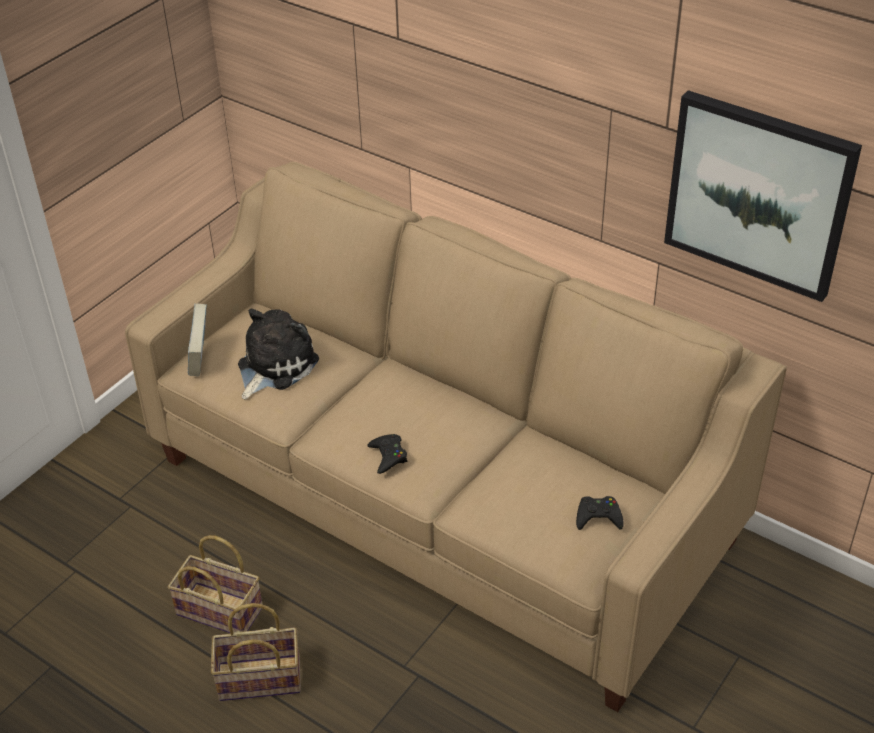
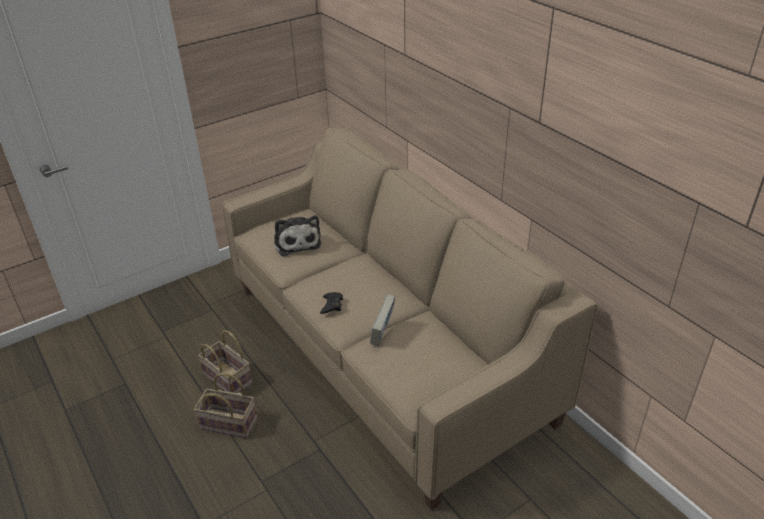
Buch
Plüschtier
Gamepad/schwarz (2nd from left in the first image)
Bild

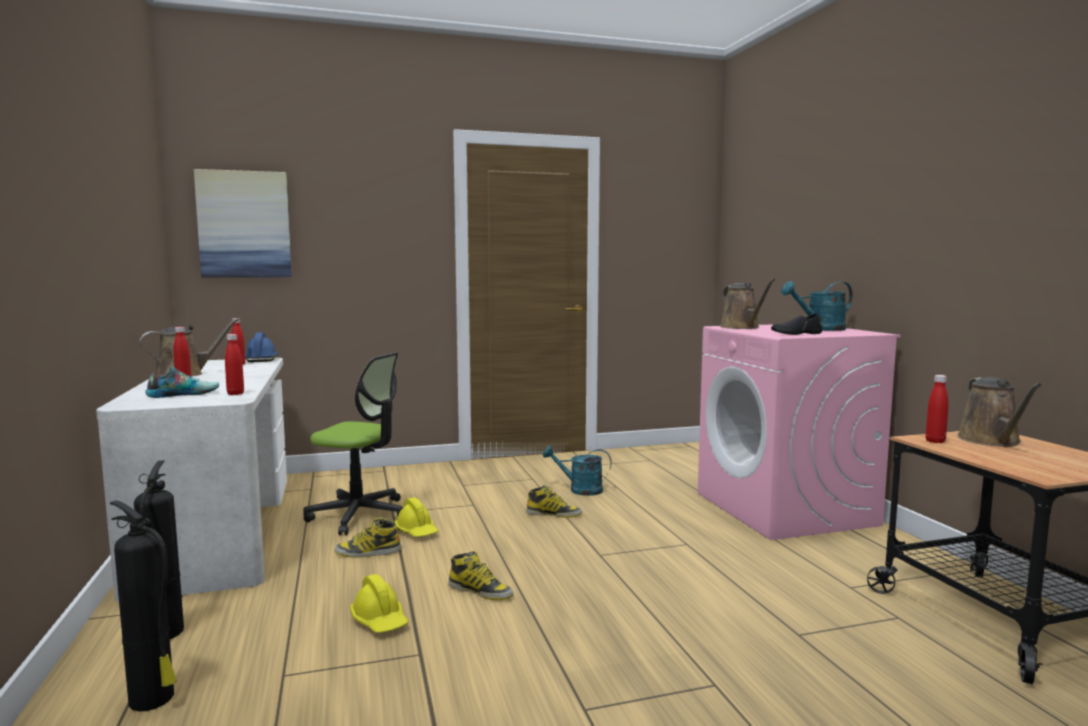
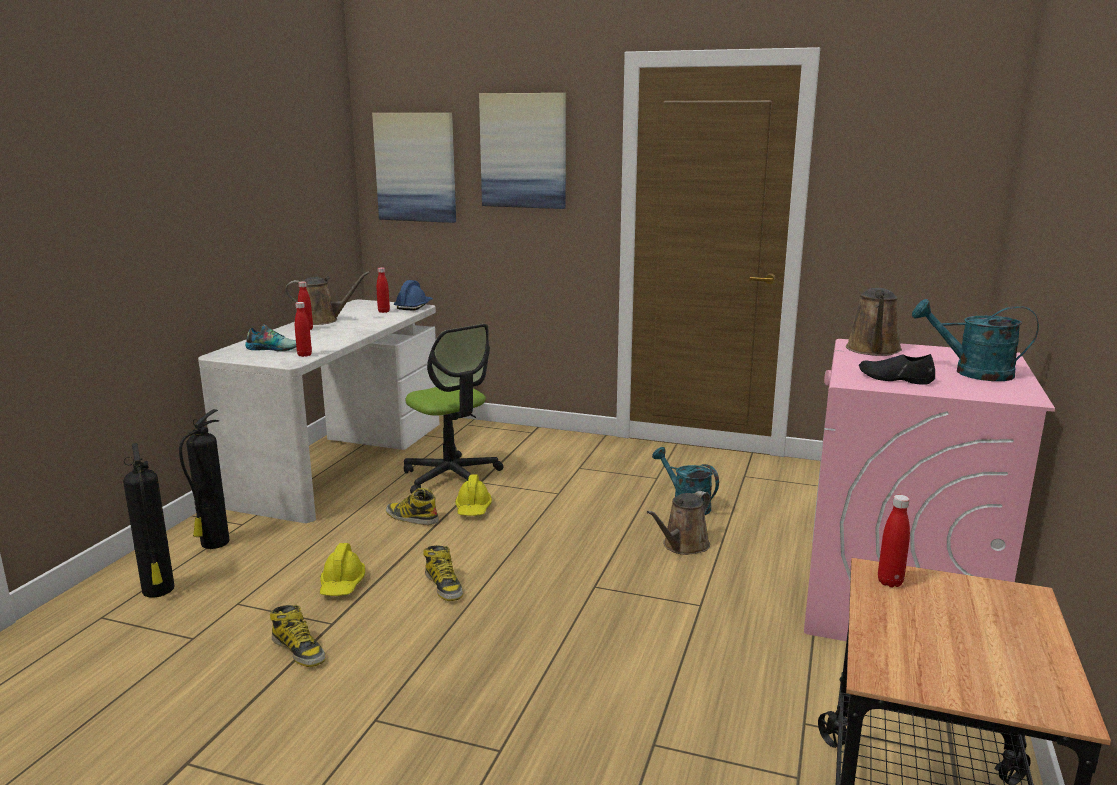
Stiefel (1st from left)
Gießkanne/braun (2nd from left)
Bild (2nd from left)

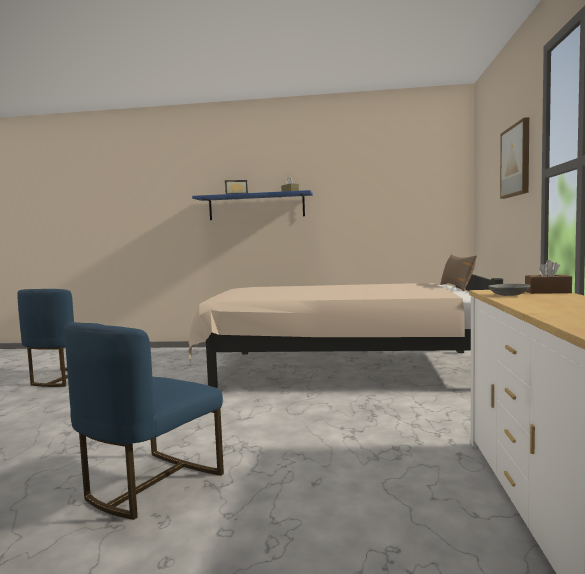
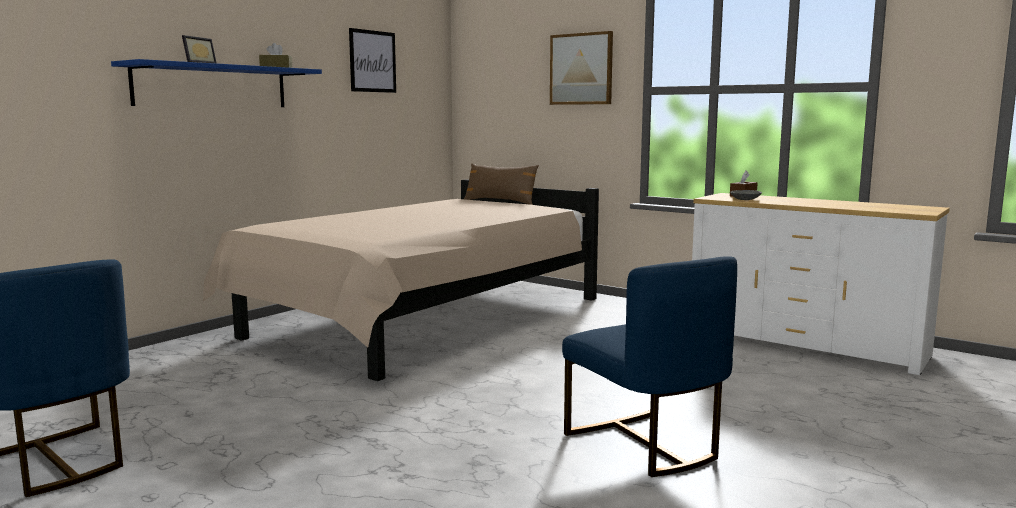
Bild (1st from left)

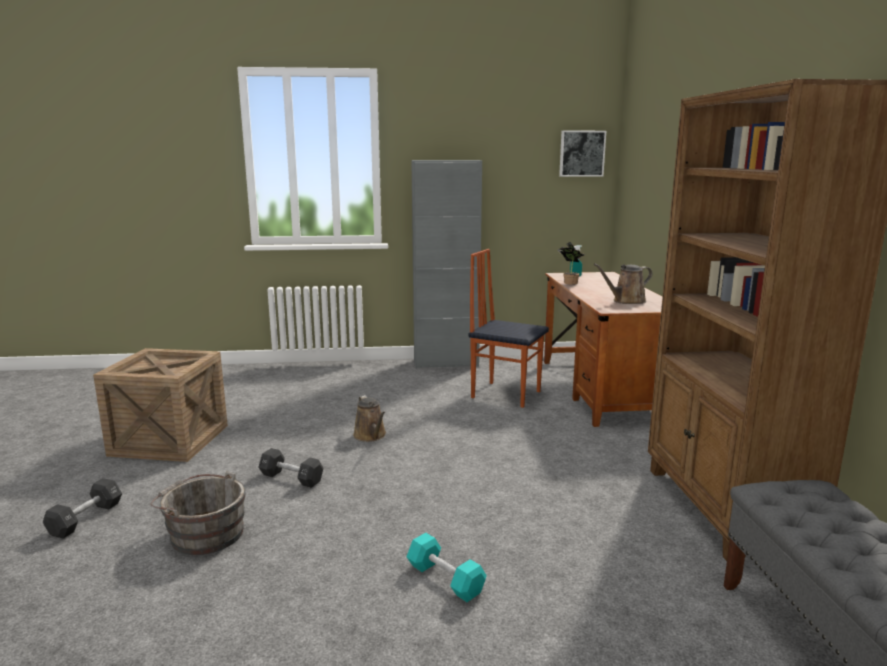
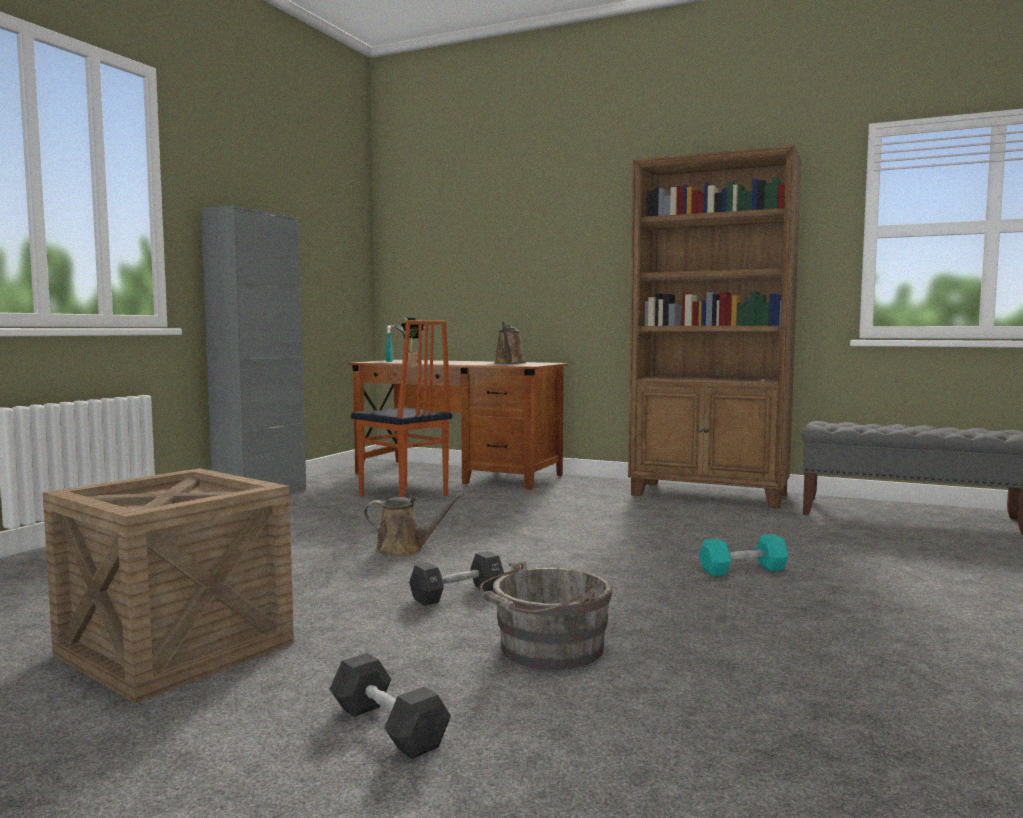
Stuhl
Bild

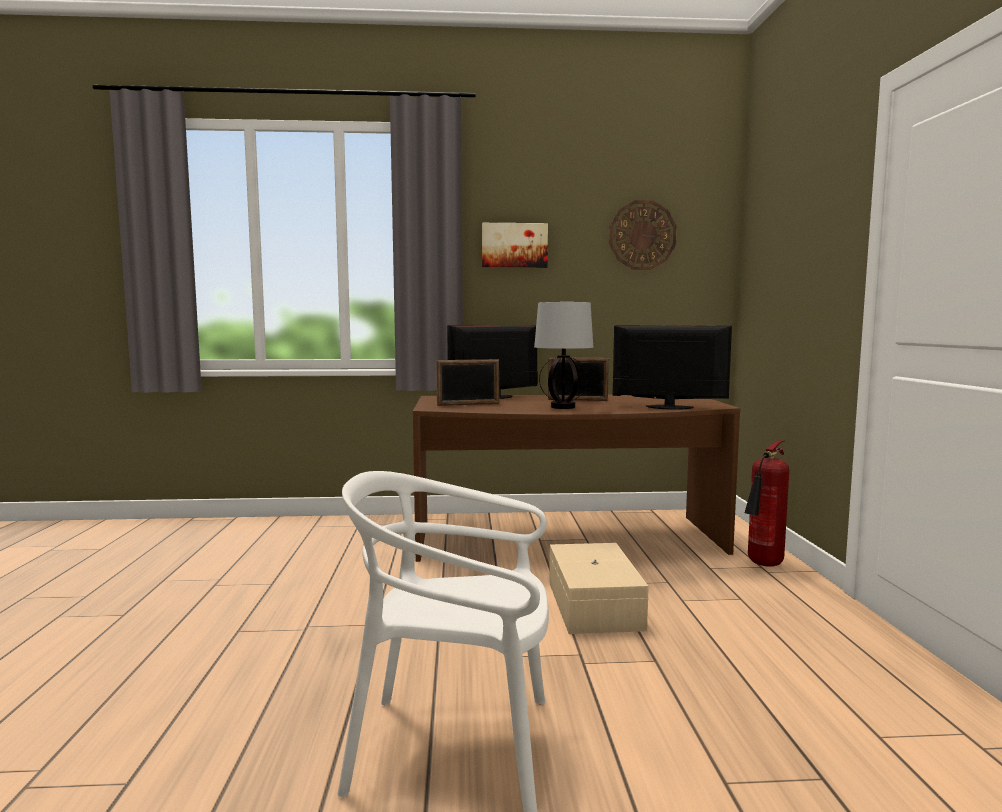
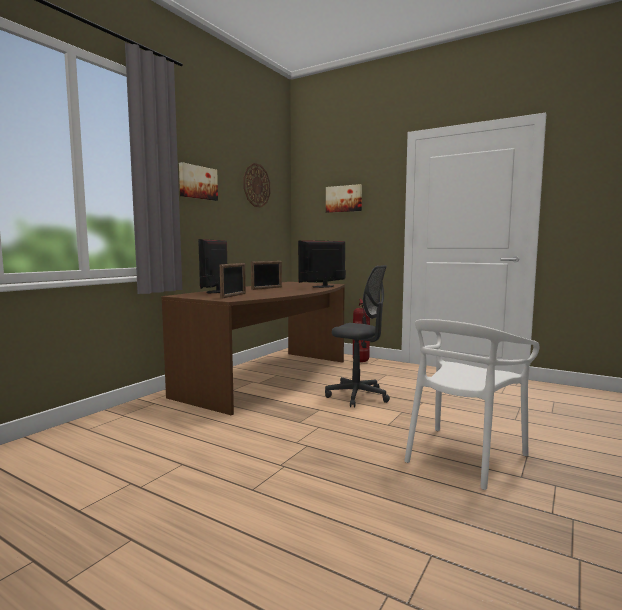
Tischlampe
Bürostuhl/grau
Bild (2nd from left)

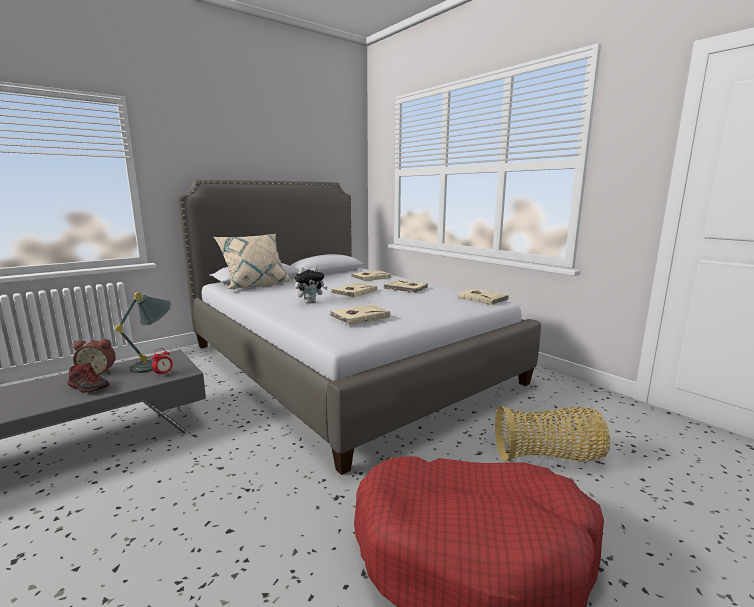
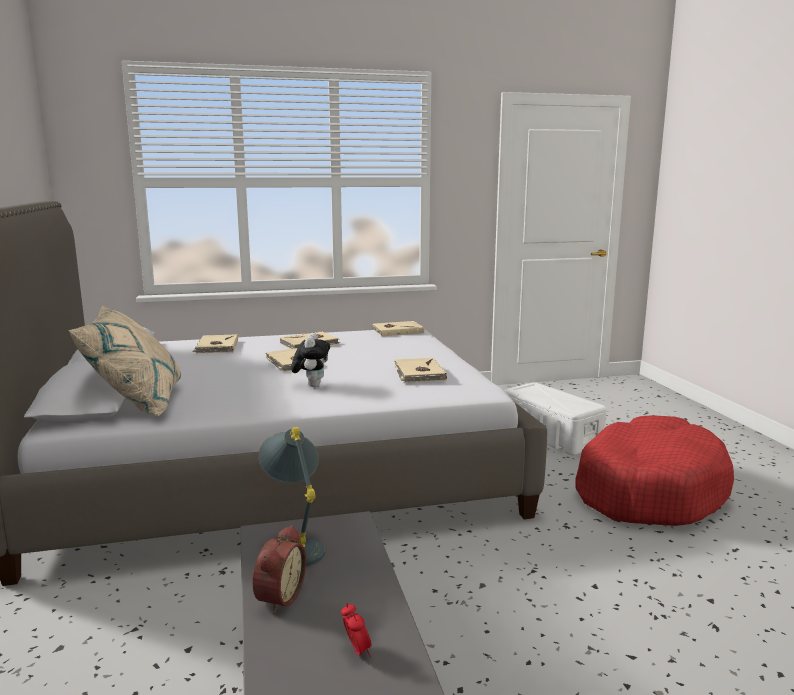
Schuh
Wecker (2nd from left)
Aufbewahrungsbox/weiß

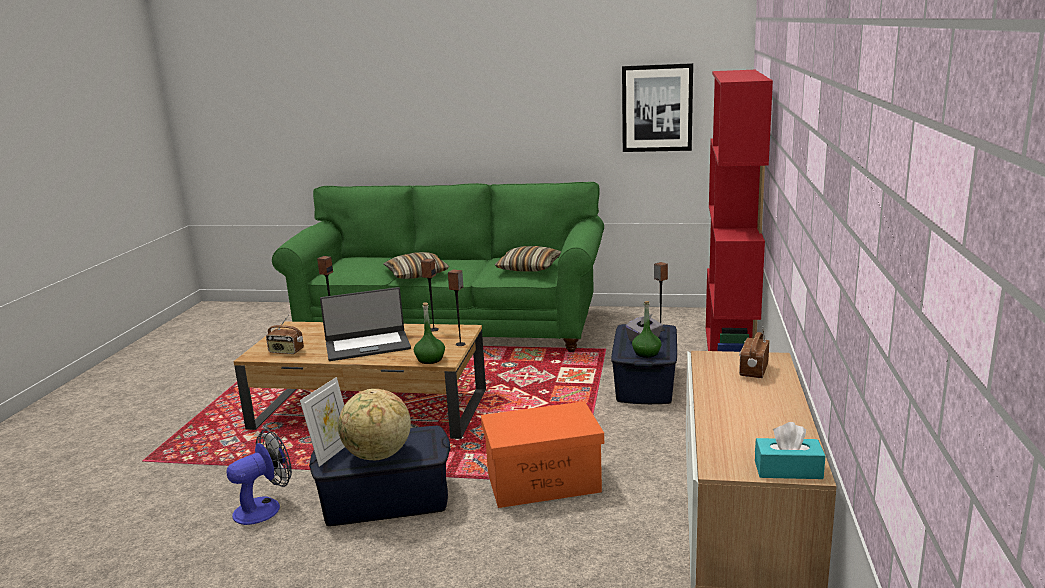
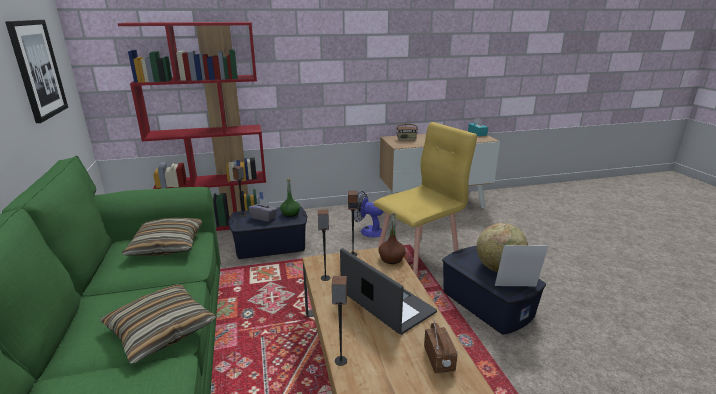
Ventilator
Flasche/braun
Stuhl/gelb

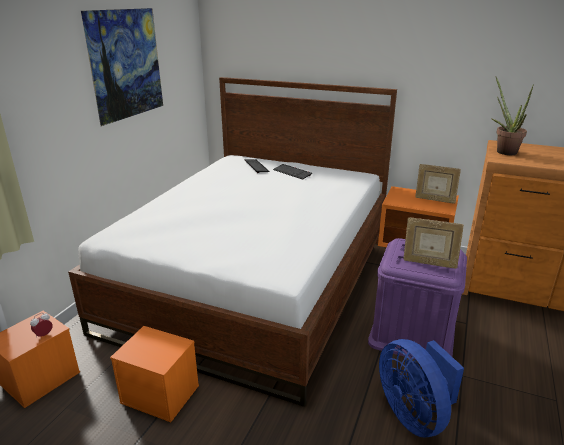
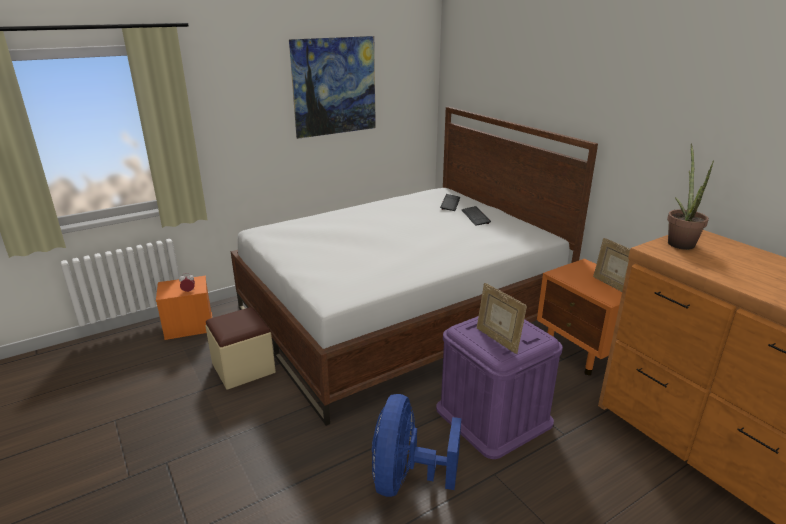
Polsterhocker/beige

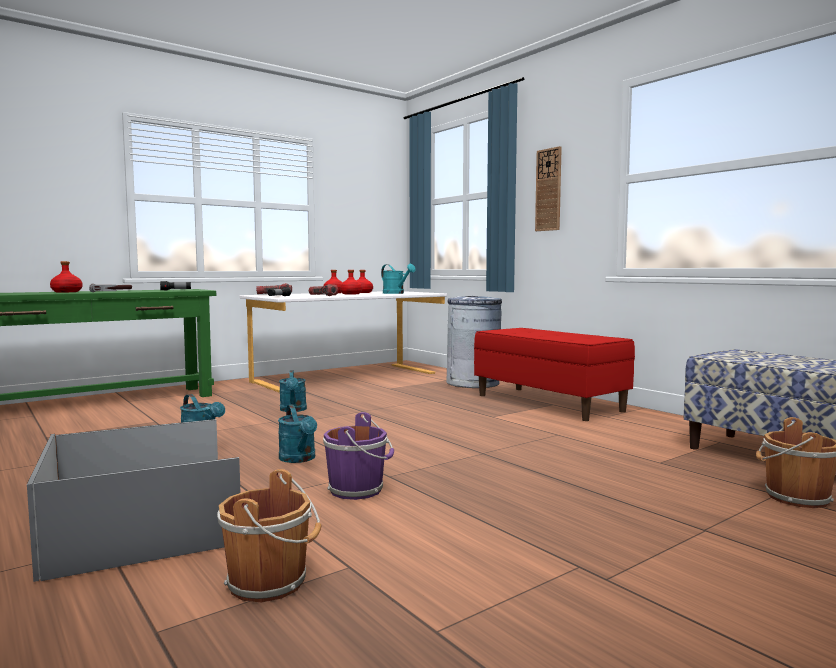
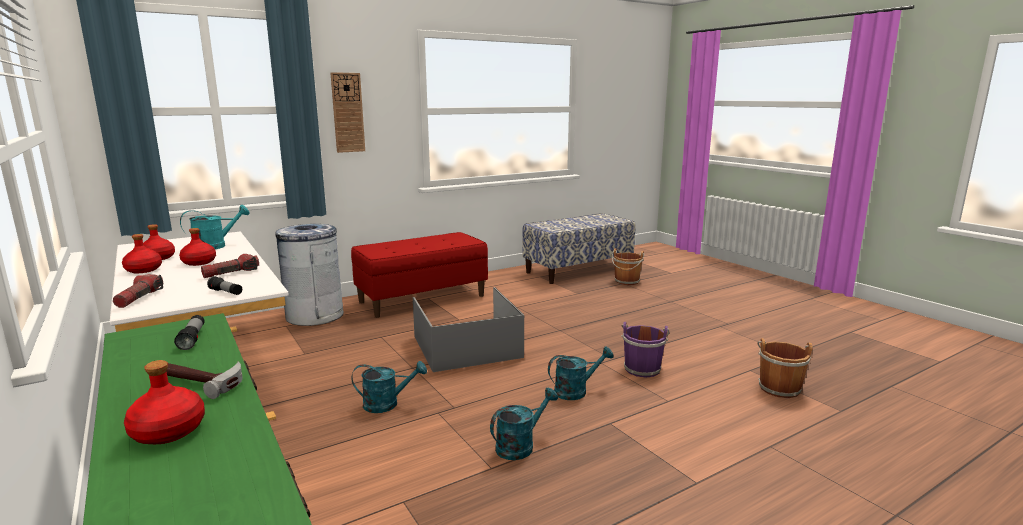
Aufbewahrungsbox/grau

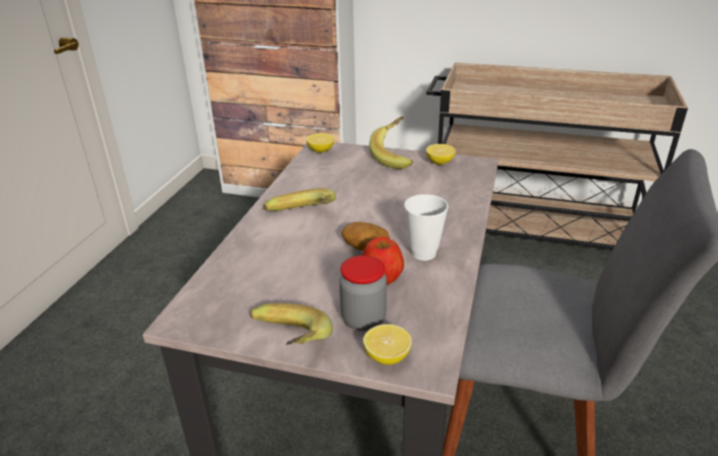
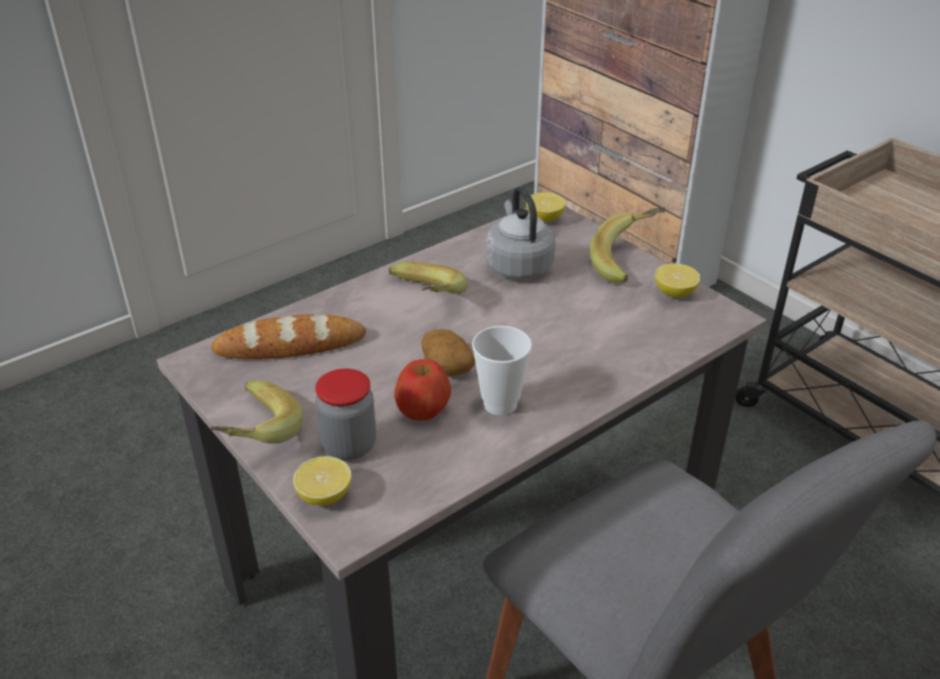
Brot
Wasserkessel/grau

